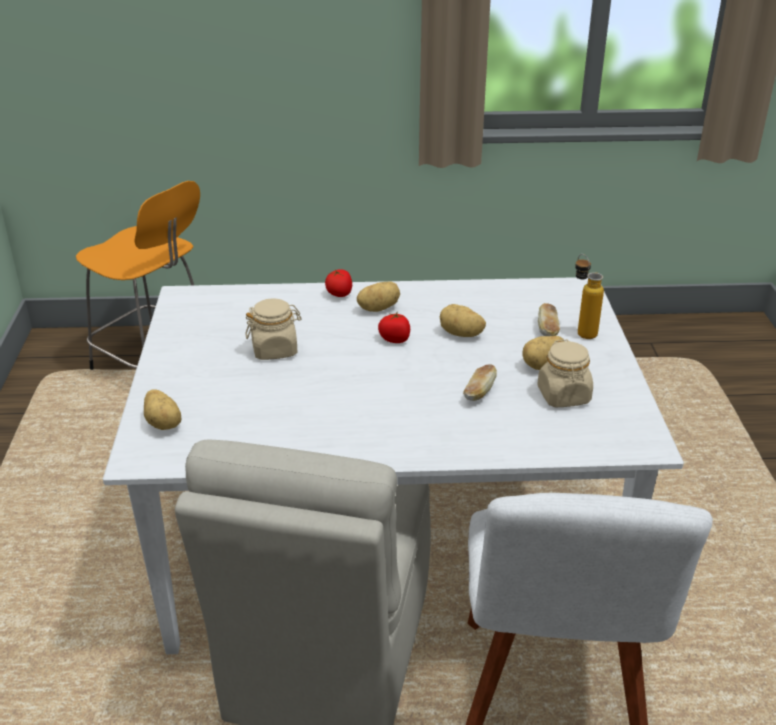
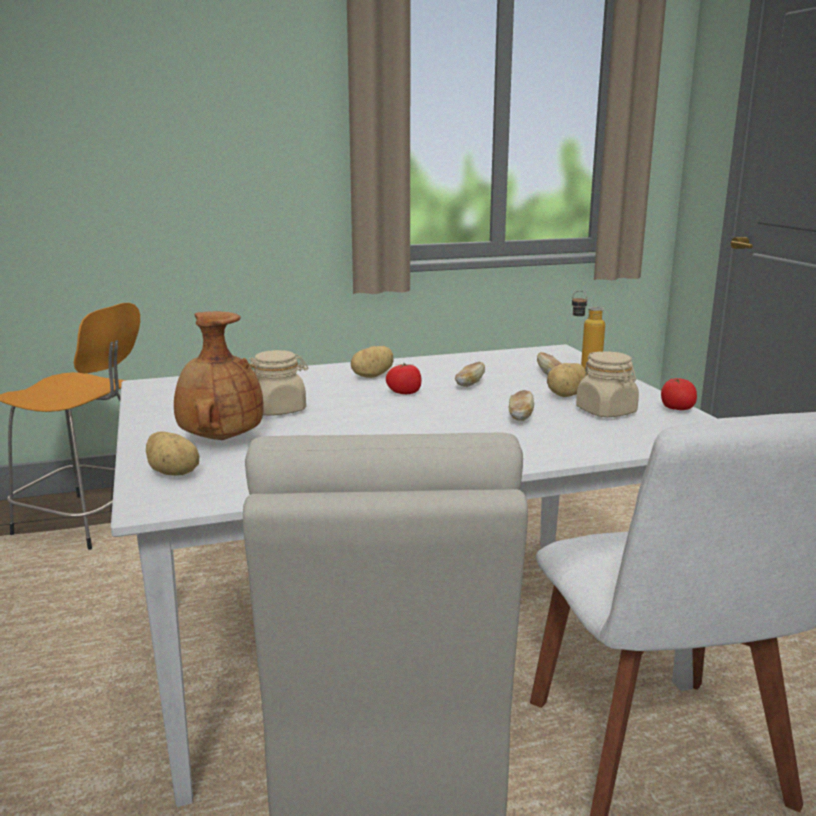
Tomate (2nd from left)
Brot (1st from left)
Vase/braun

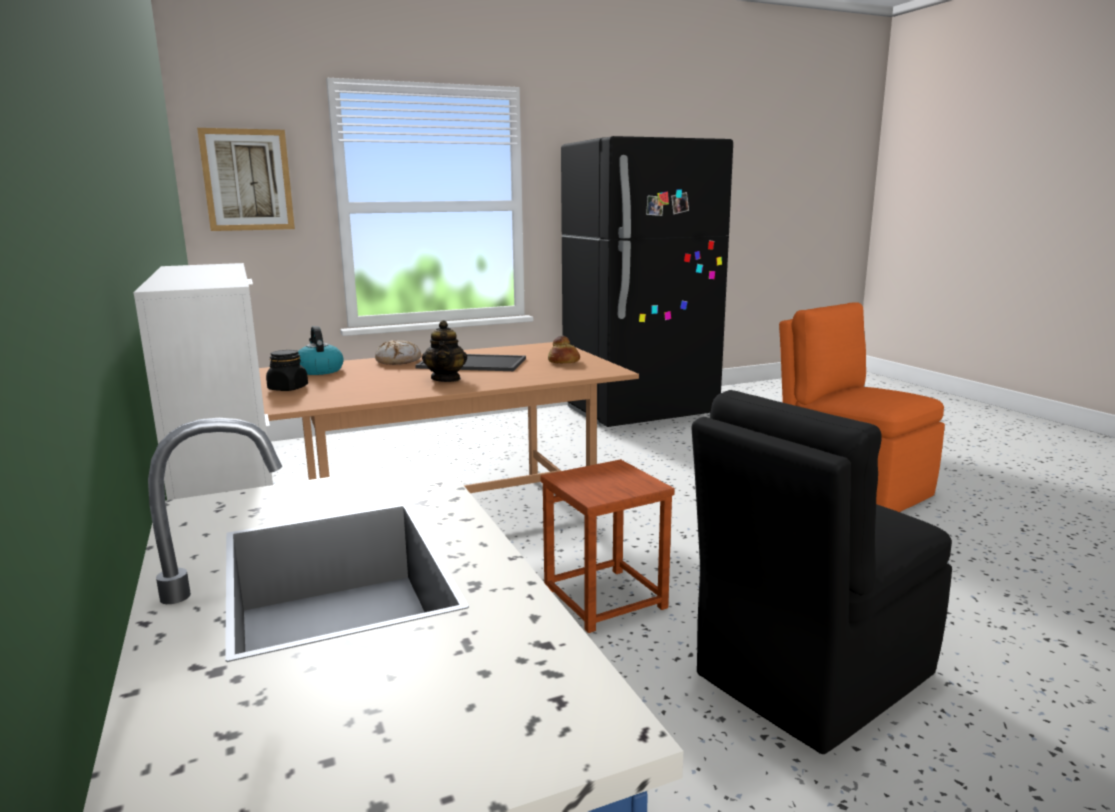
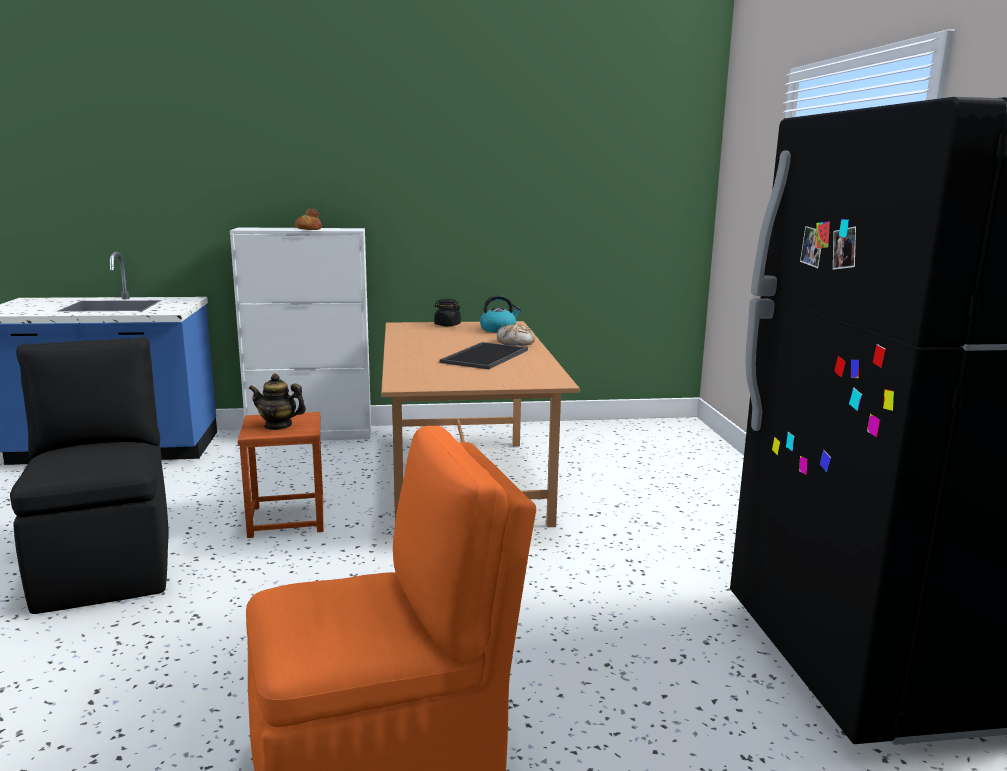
Bild
Teekanne
Brot (1st from left)

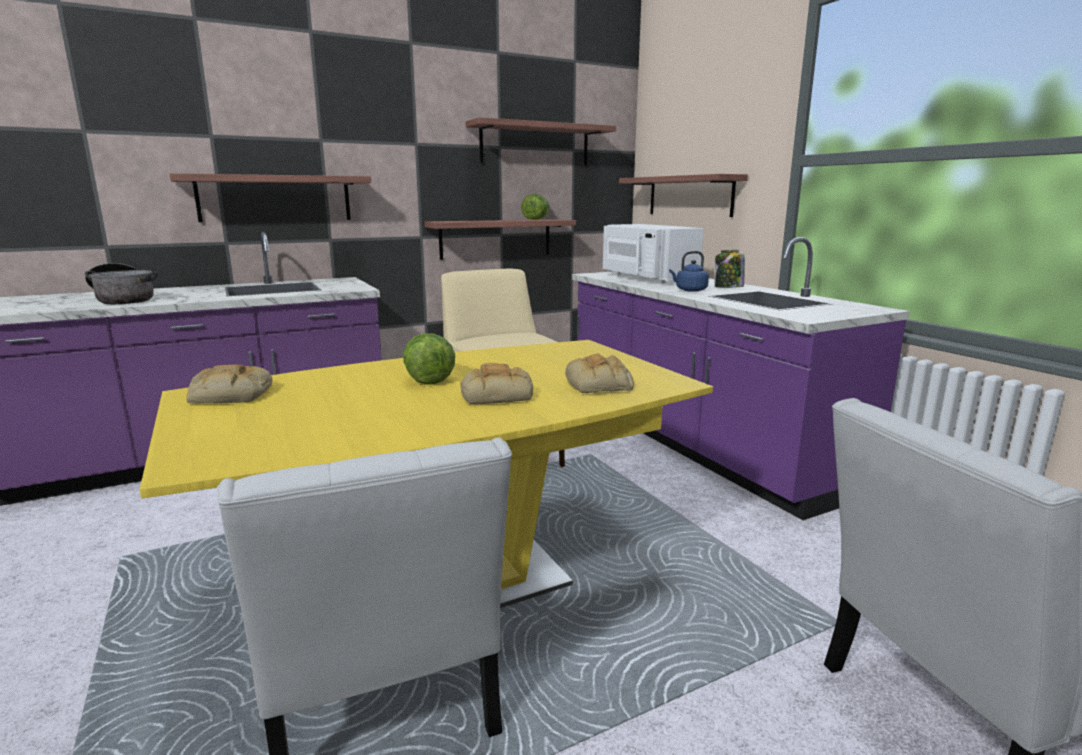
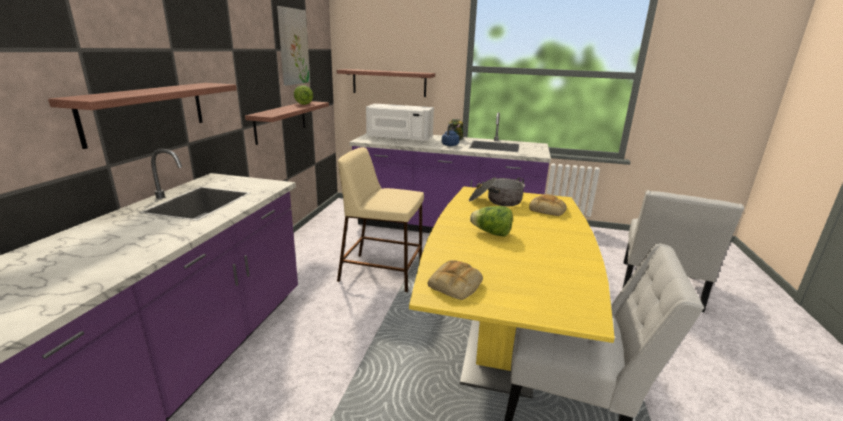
Kochtopf
Brot (2nd from left in the first image)
Bild

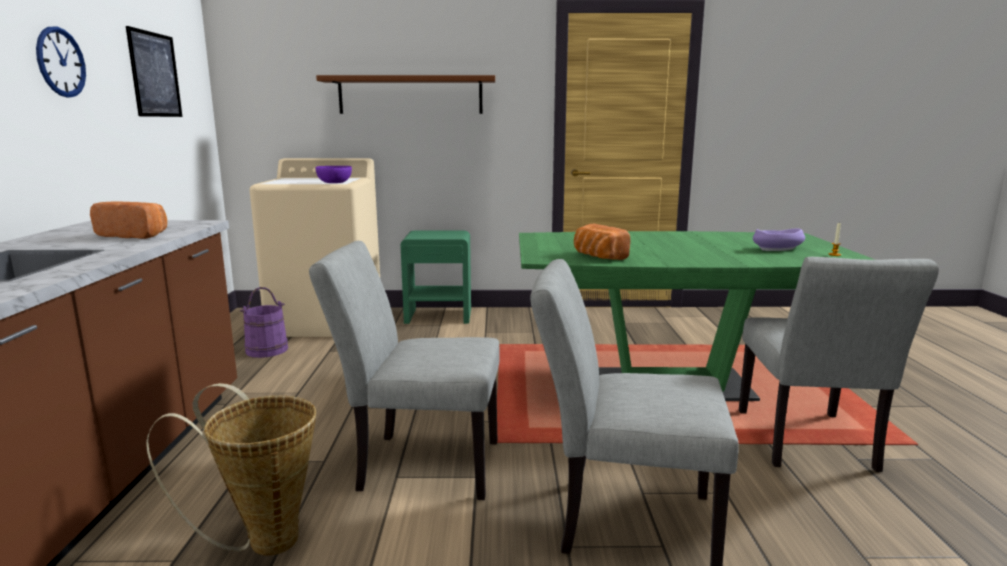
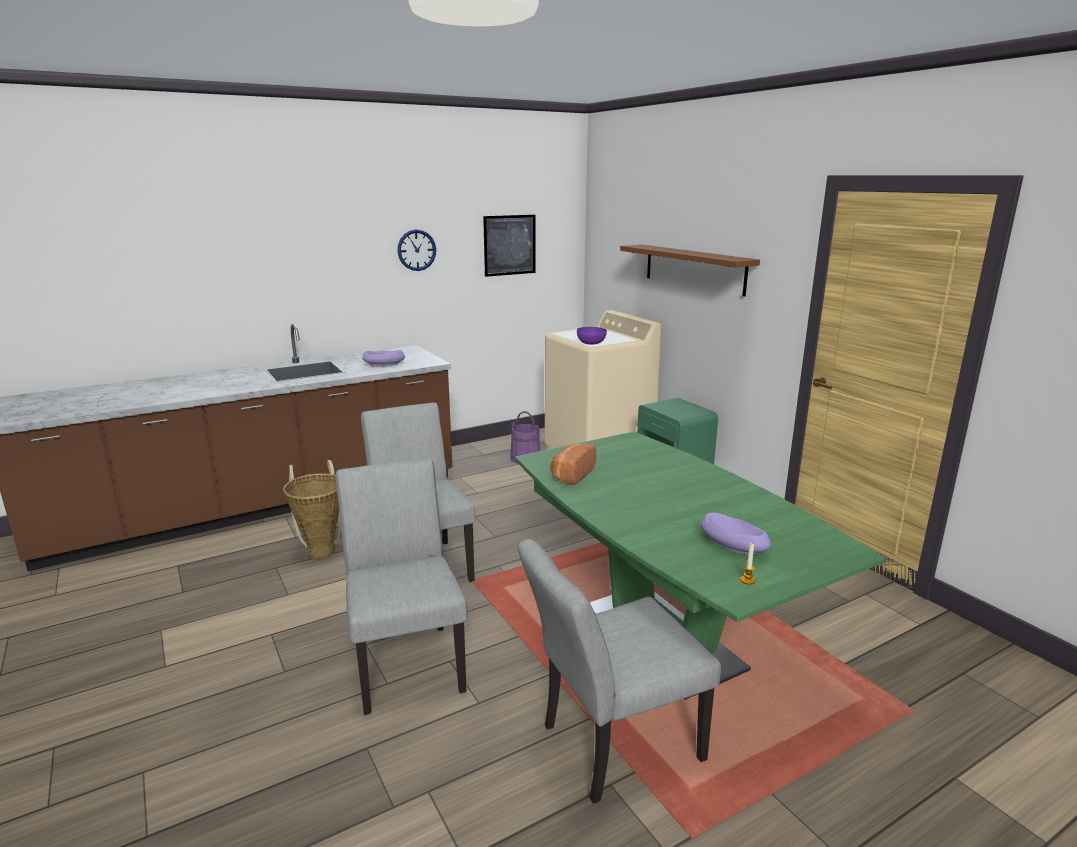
Schüssel/lila (1st from left)

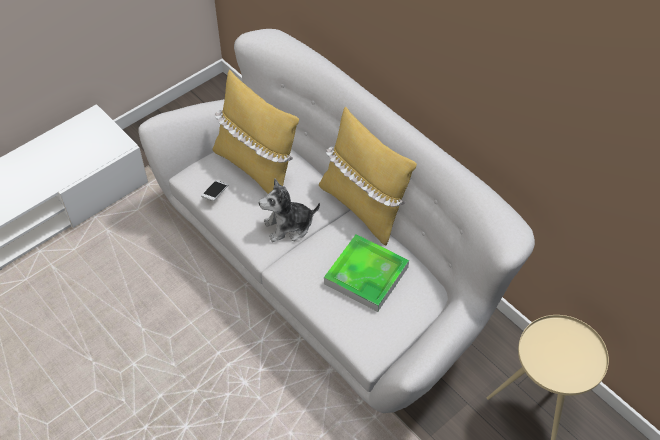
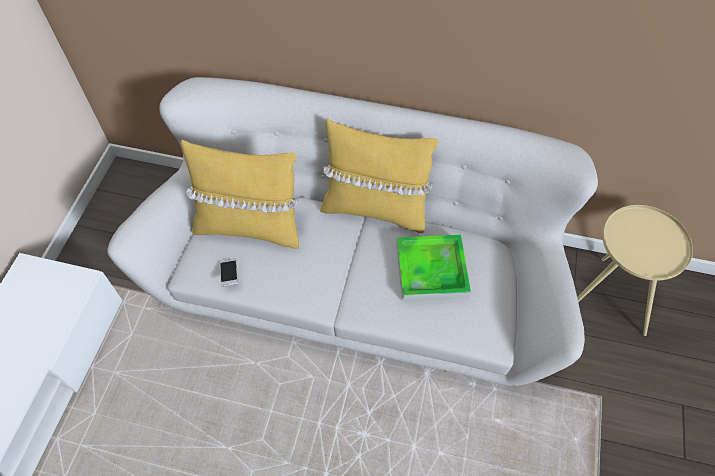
Plüschtier

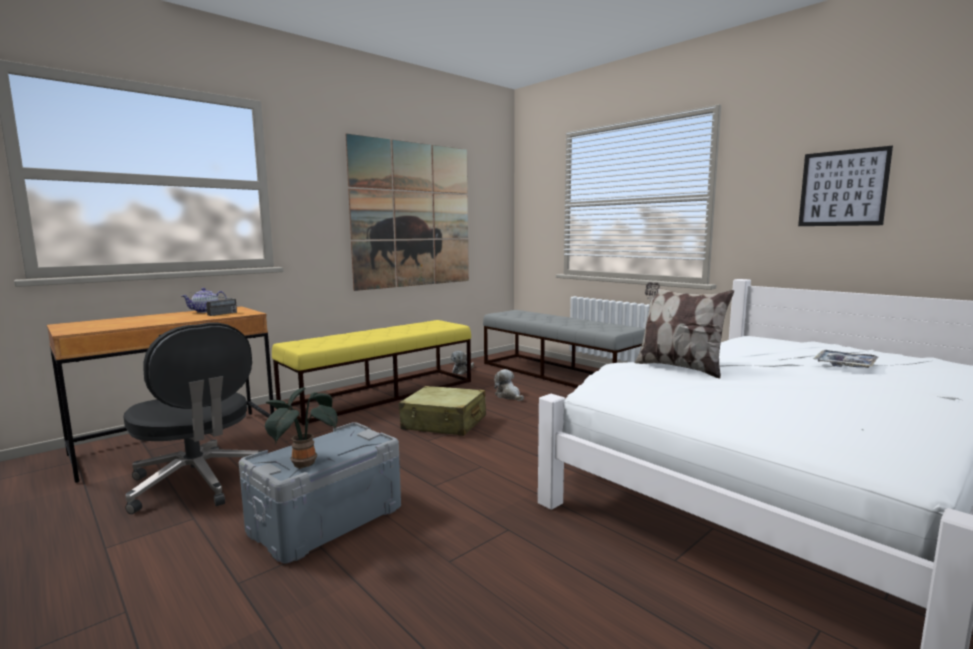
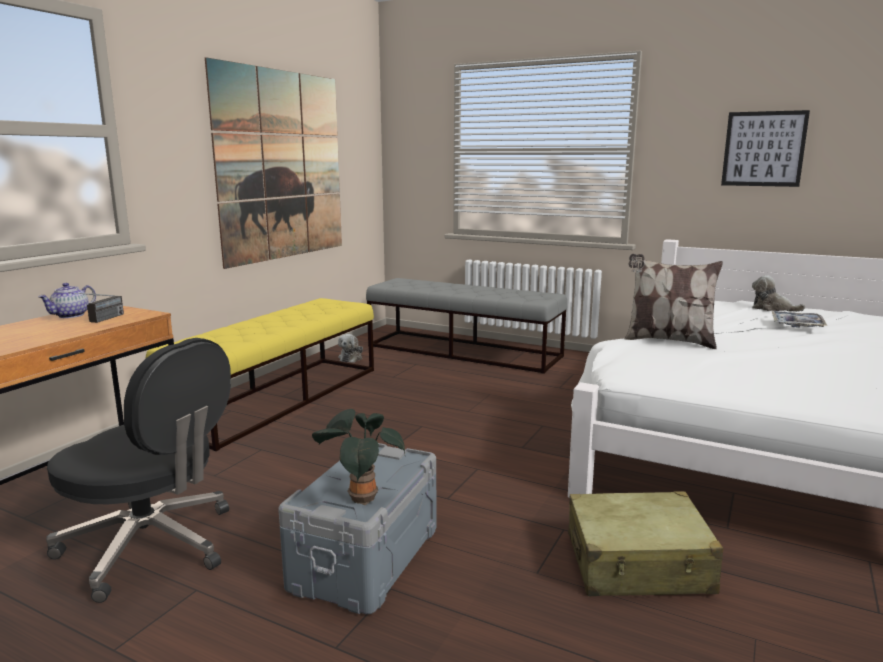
Koffer/beige
Plüschtier (2nd from left)

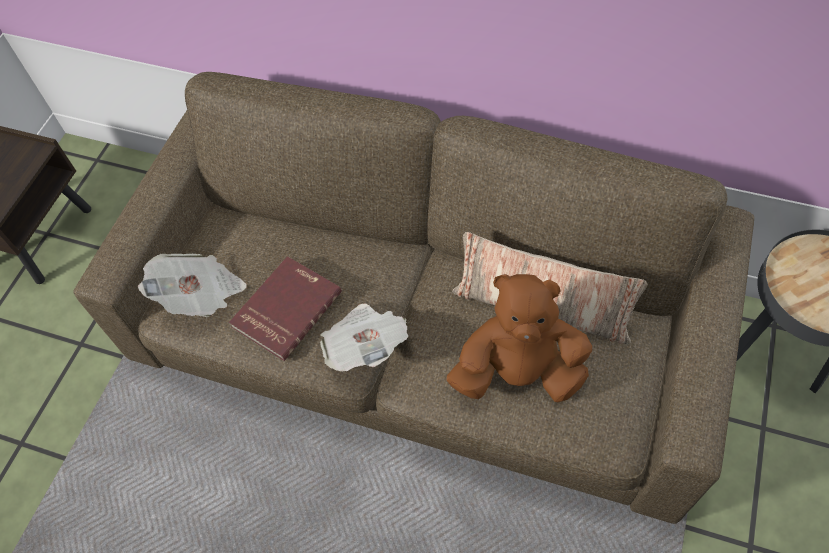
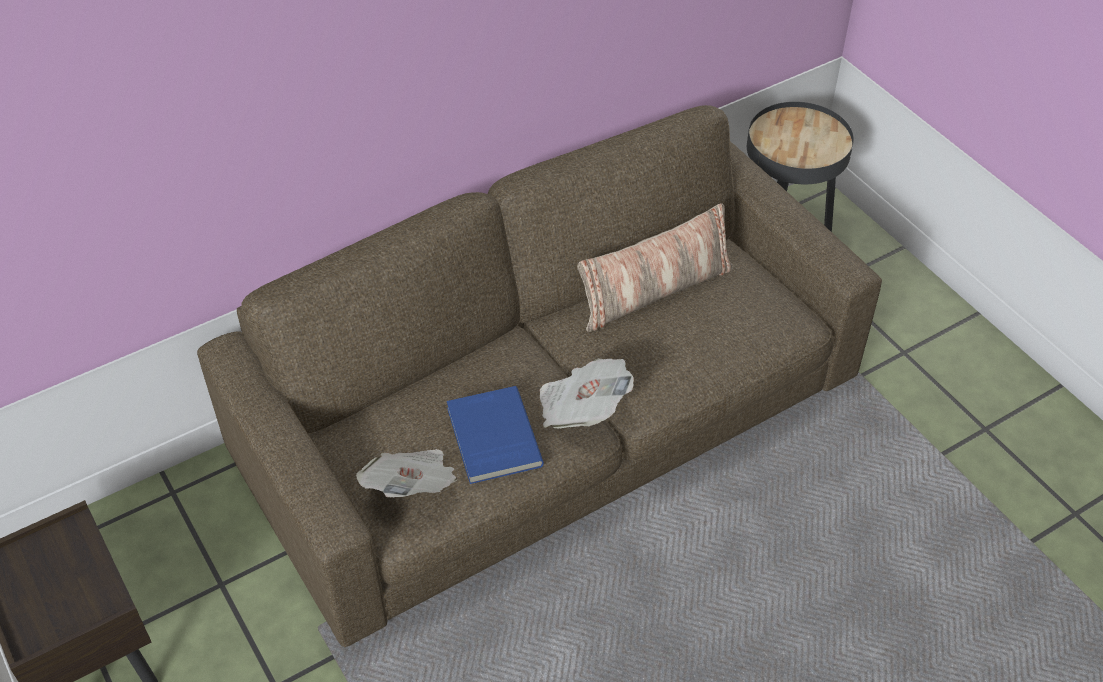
Buch/blau
Plüschtier/braun

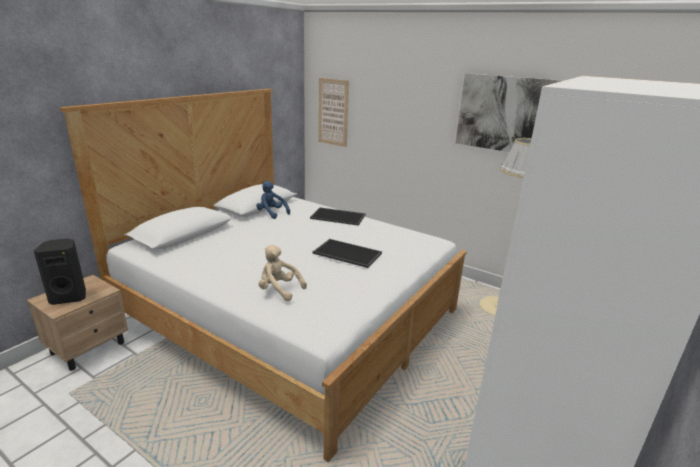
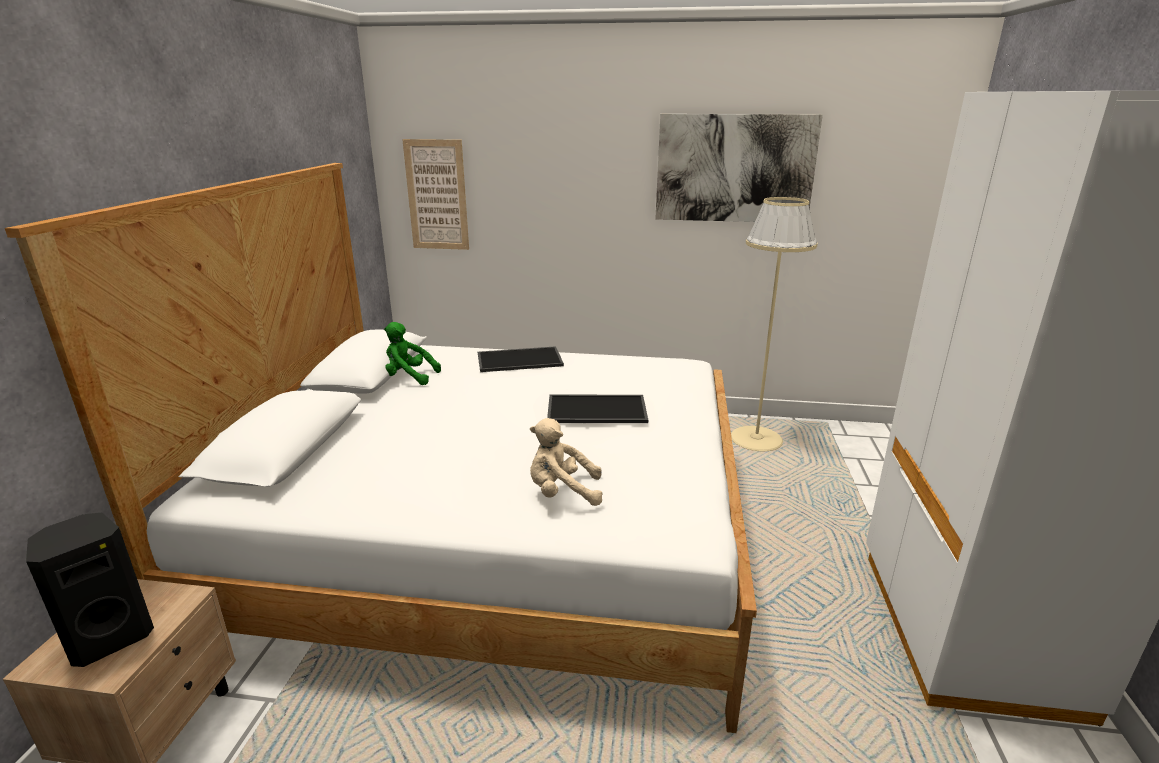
Plüschtier/grün

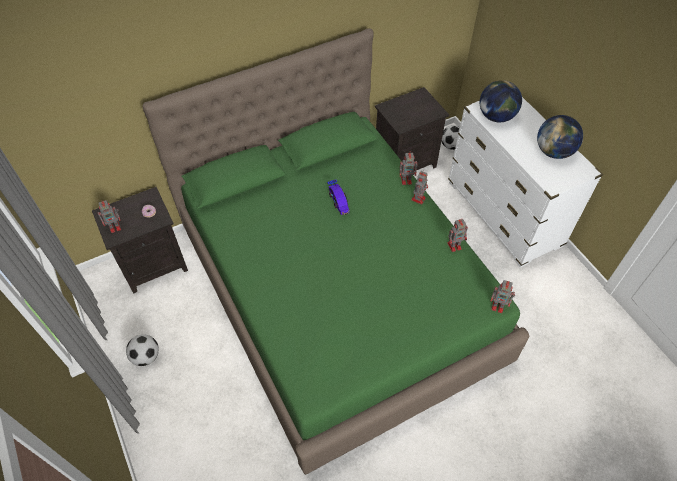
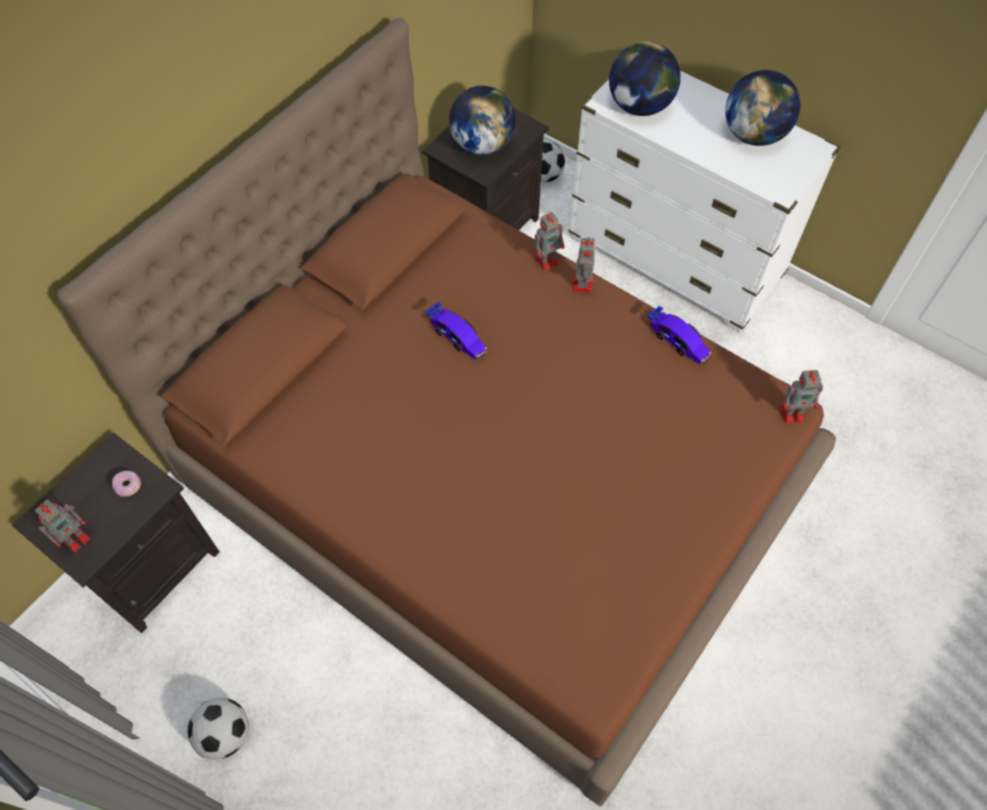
Bett/braun
Spielzeugauto (2nd from left)
Globus (1st from left)

